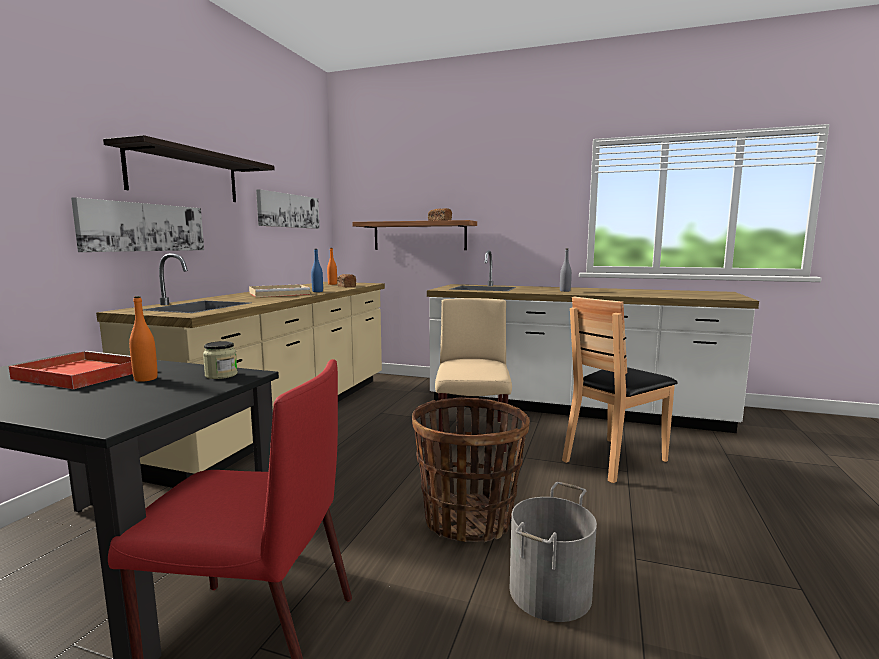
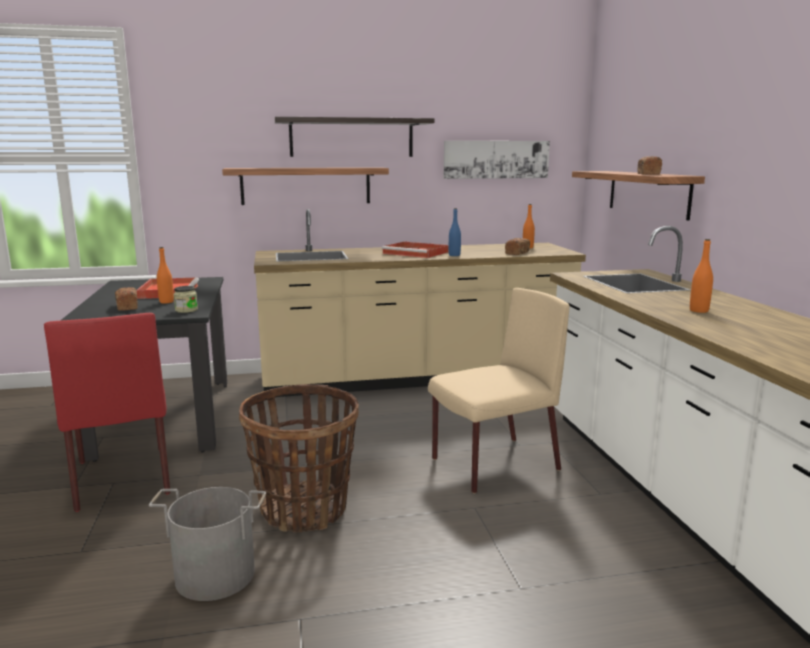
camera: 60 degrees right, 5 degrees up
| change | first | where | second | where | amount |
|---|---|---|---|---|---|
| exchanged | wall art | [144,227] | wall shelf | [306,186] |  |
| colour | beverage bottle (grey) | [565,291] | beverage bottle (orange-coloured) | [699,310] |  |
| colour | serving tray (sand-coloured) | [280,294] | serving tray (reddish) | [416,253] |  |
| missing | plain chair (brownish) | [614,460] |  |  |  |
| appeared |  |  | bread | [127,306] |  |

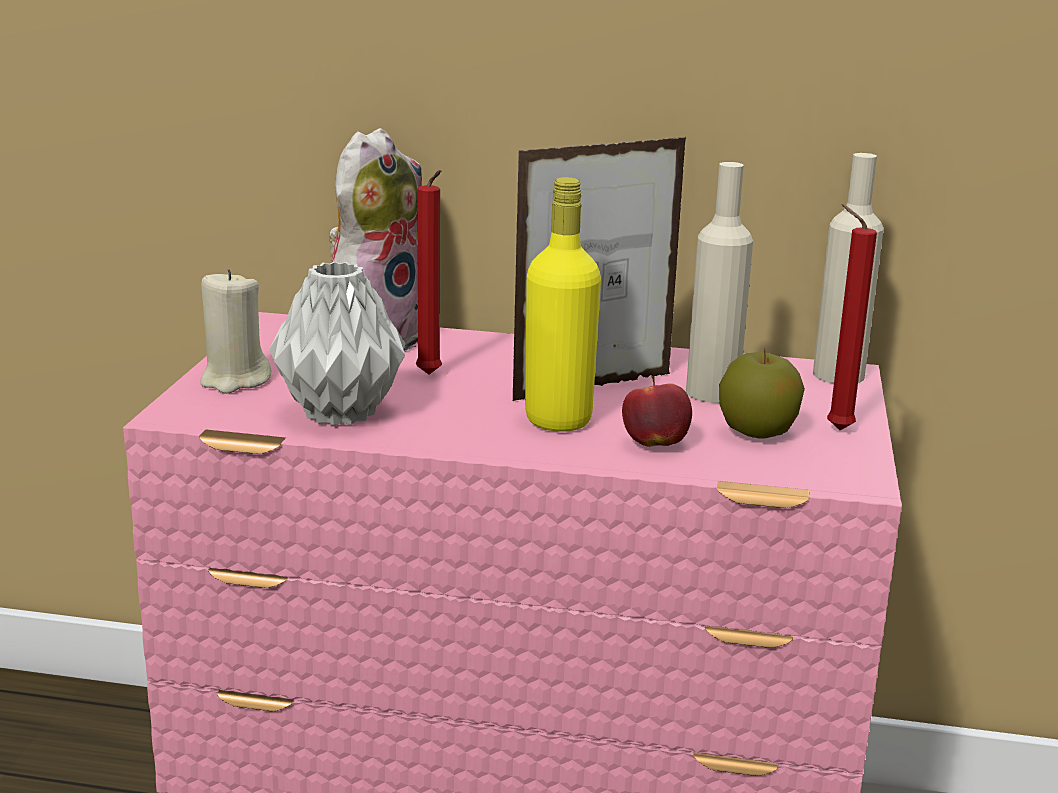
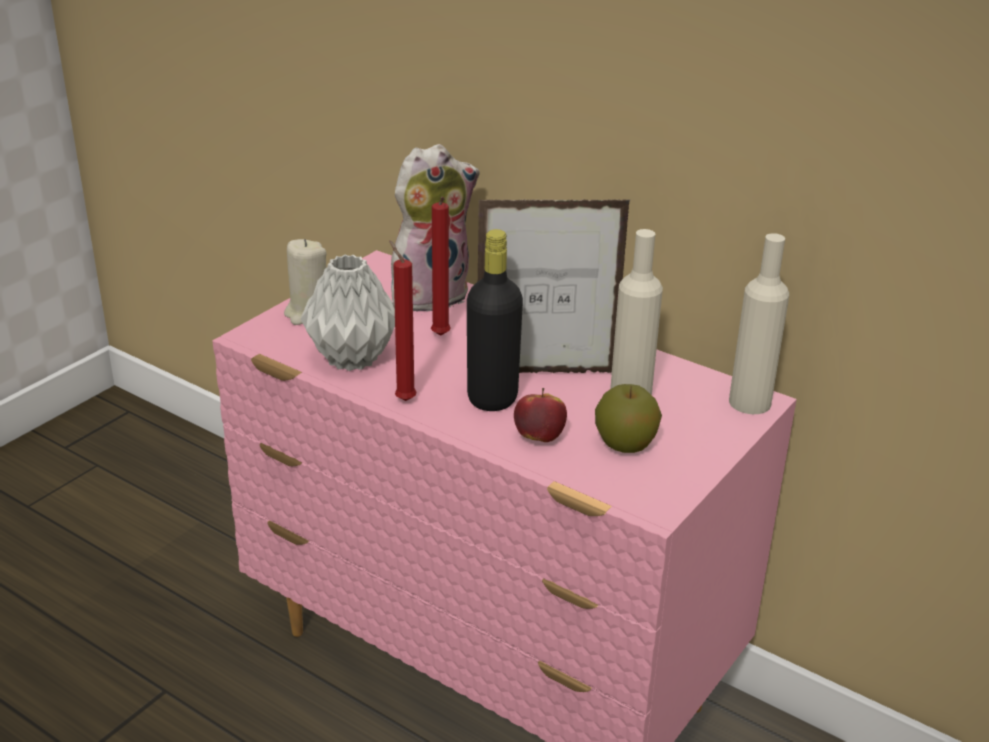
camera: 25 degrees right, 10 degrees up
| change | first | where | second | where | amount |
|---|---|---|---|---|---|
| colour | beverage bottle (yellowish) | [558,420] | beverage bottle (black-coloured) | [492,398] |  |
| relocated | candle (reddish) | [835,429] |  | [403,399] |  |

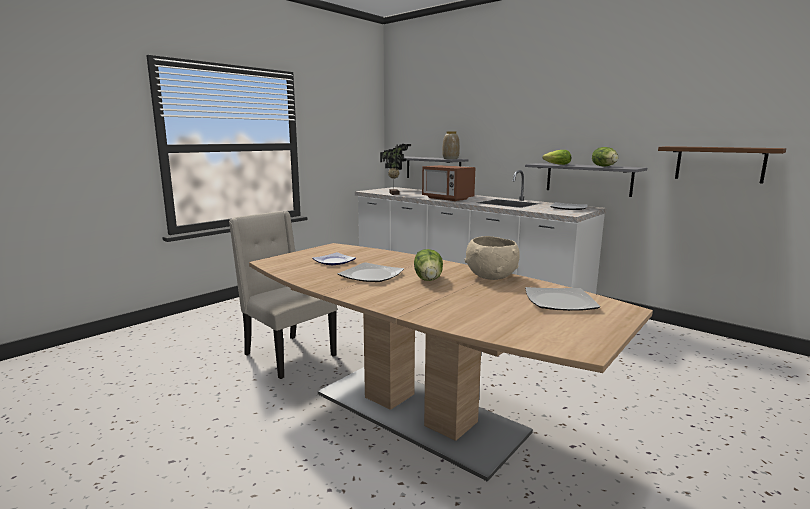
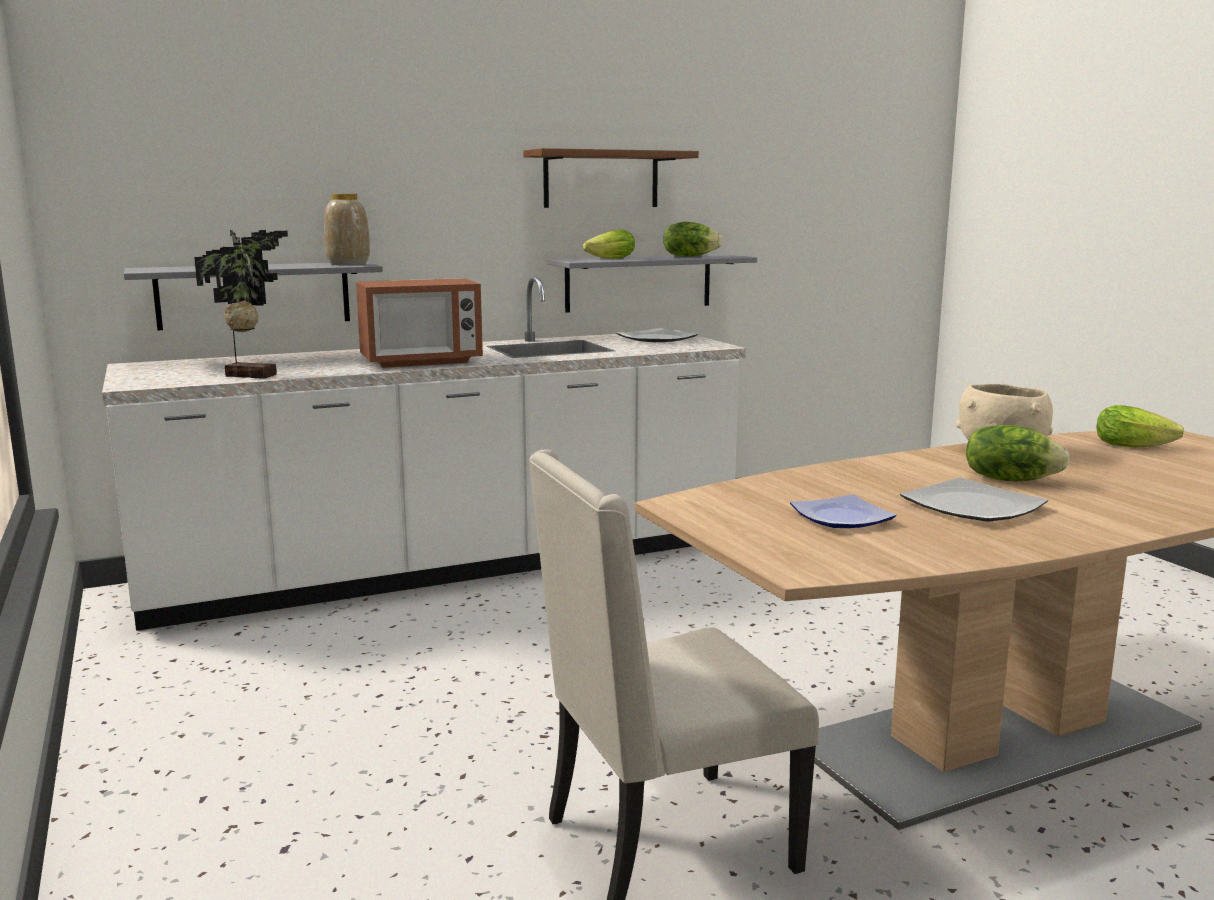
camera: 65 degrees left, 0 degrees up
| change | first | where | second | where | amount |
|---|---|---|---|---|---|
| relocated | wall shelf (brownish) | [719,164] |  | [601,179] |  |
| exchanged | plate | [560,301] | lettuce | [1137,446] |  |

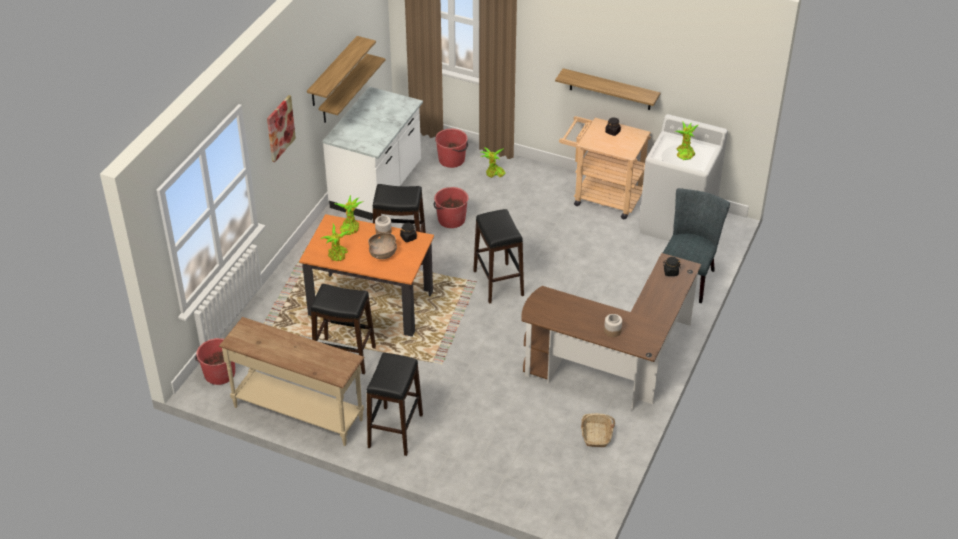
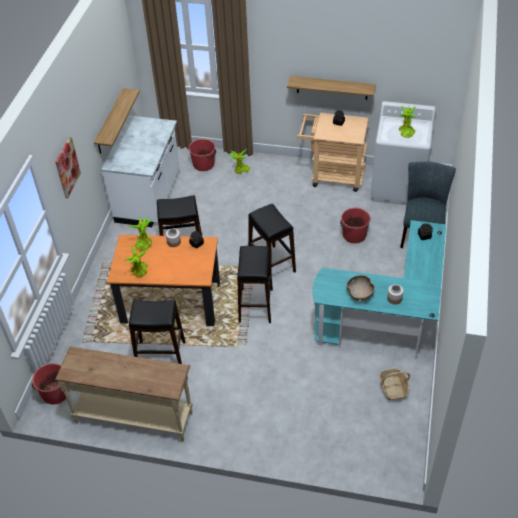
camera: 10 degrees left, 5 degrees up
| change | first | where | second | where | amount |
|---|---|---|---|---|---|
| missing | wall shelf | [333,72] |  |  |  |
| relocated | water bucket (reddish) | [451,219] |  | [354,235] |  |
| relocated | serving bowl (brownish) | [383,253] |  | [360,294] |  |
| colour | desk unit (brownish) | [615,364] | desk unit (turquoise-coloured) | [388,319] |  |
| relocated | sitting stool (black-coloured) | [395,431] |  | [256,305] |  |

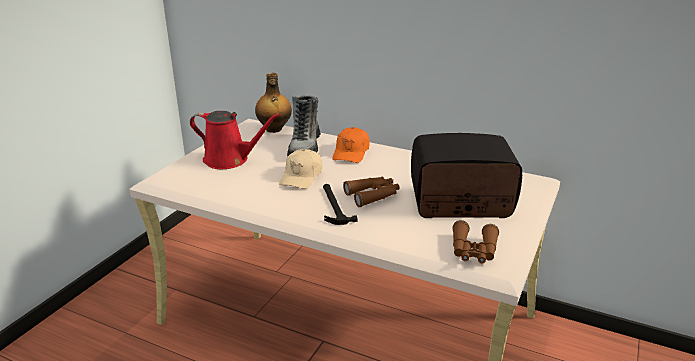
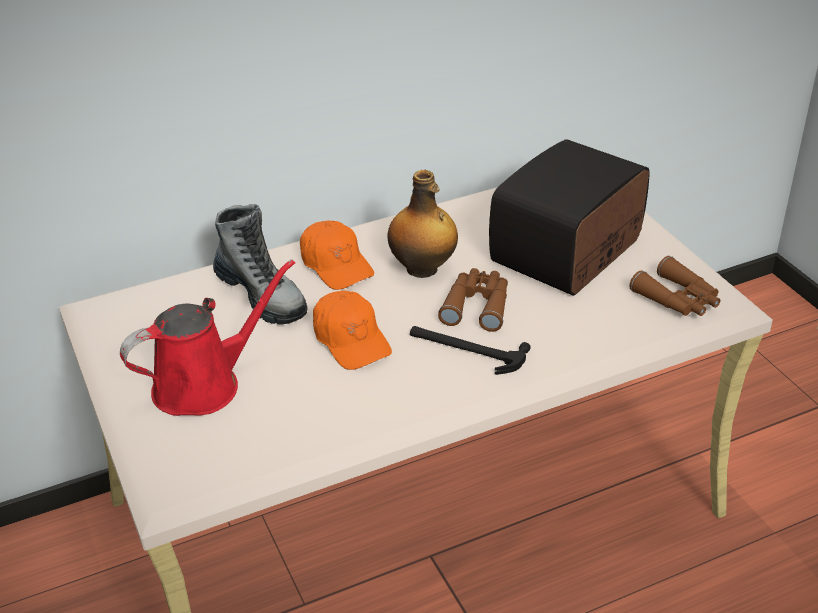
camera: 50 degrees left, 10 degrees up
| change | first | where | second | where | amount |
|---|---|---|---|---|---|
| relocated | beverage bottle | [274,129] |  | [423,269] |  |
| colour | baseball cap (sand-coloured) | [301,177] | baseball cap (orange-coloured) | [351,340] |  |

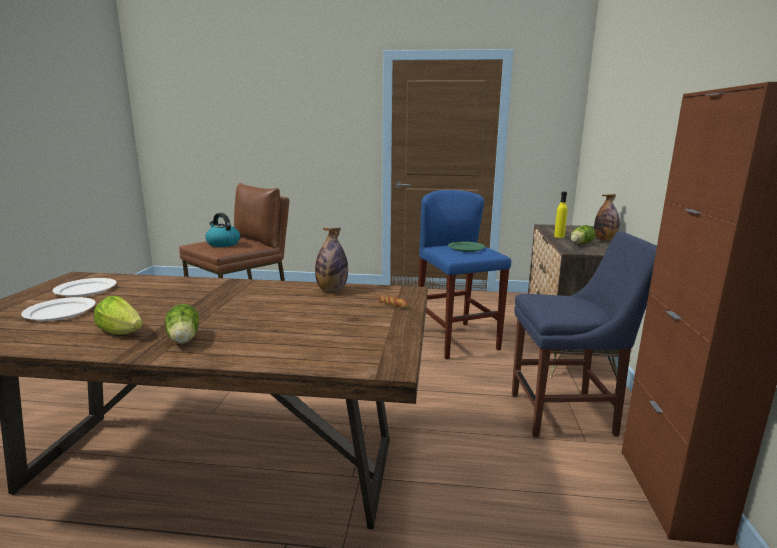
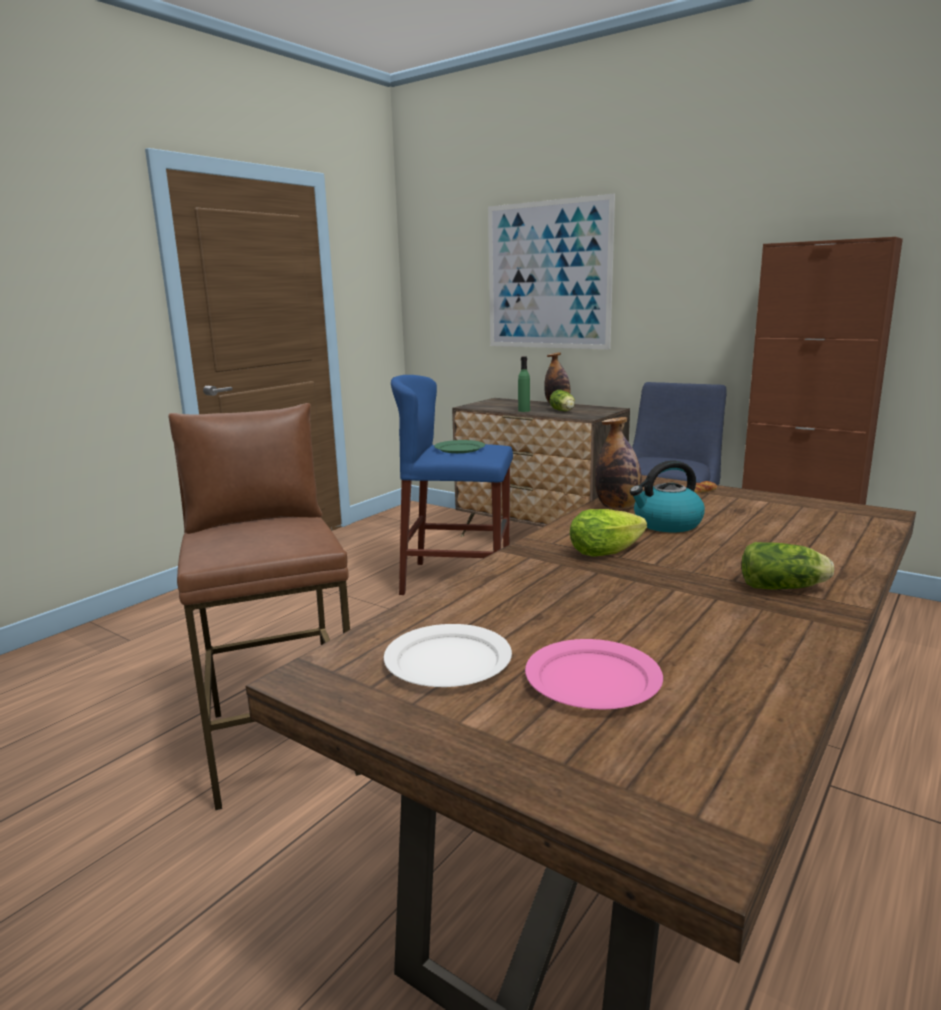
camera: 60 degrees left, 0 degrees up
| change | first | where | second | where | amount |
|---|---|---|---|---|---|
| colour | beverage bottle (yellowish) | [559,236] | beverage bottle (greenish) | [524,410] |  |
| relocated | kettle | [223,244] |  | [666,524] |  |
| relocated | lettuce | [122,332] |  | [610,550] |  |
| colour | plate (whitish) | [60,311] | plate (pink) | [591,679] |  |
| appeared |  |  | wall art | [548,276] |  |

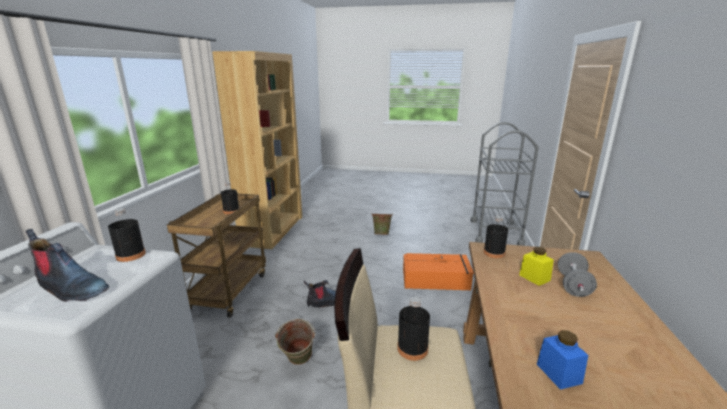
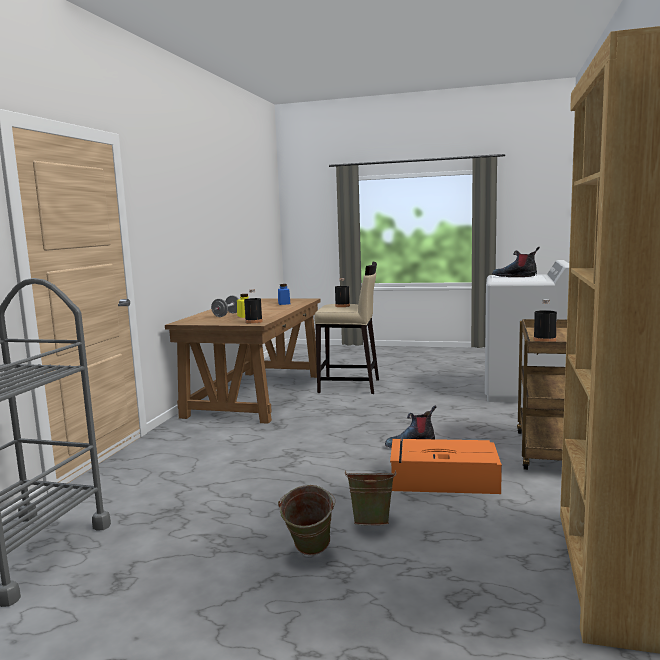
camera: 175 degrees left, 10 degrees down
| change | first | where | second | where | amount |
|---|---|---|---|---|---|
| missing | beverage bottle (black-coloured) | [131,255] |  |  |  |
| relocated | storage box (orange-coloured) | [436,279] |  | [442,479] |  |
| relocated | water bucket (greenish) | [298,363] |  | [372,523] |  |

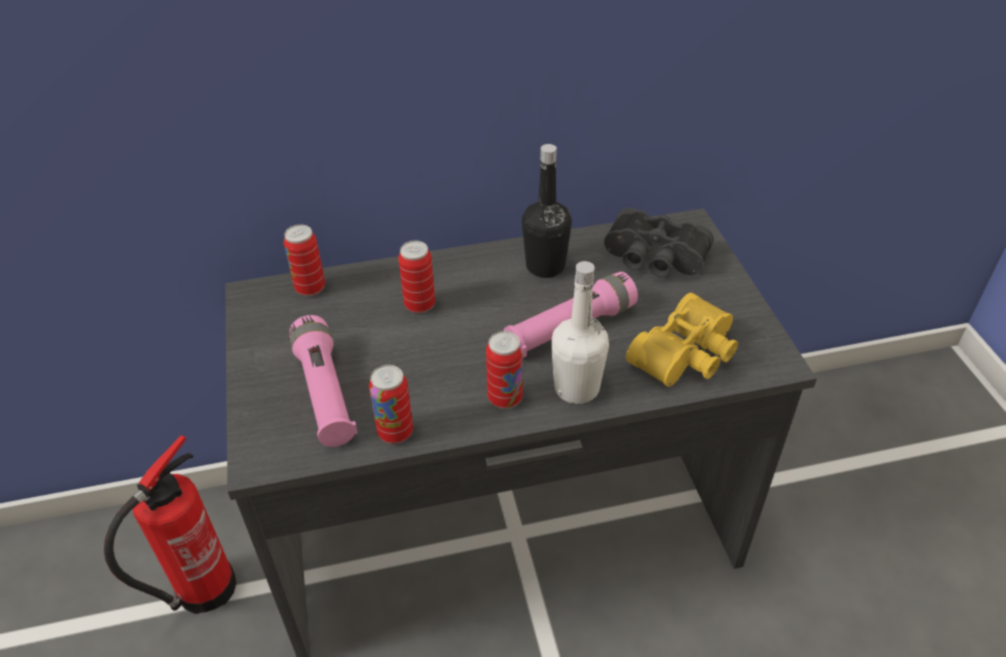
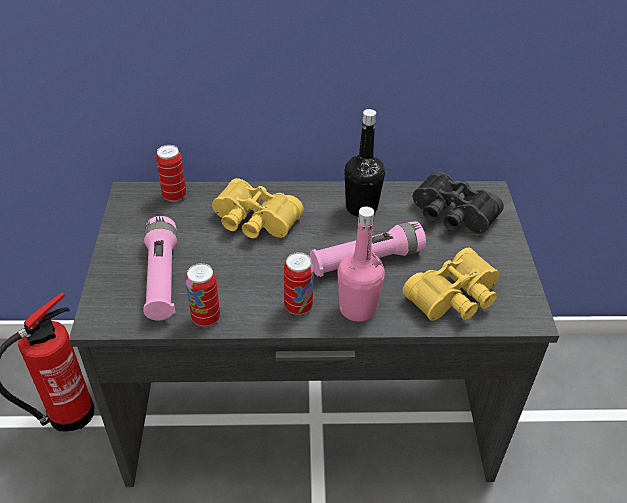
camera: 10 degrees right, 0 degrees up
| change | first | where | second | where | amount |
|---|---|---|---|---|---|
| exchanged | metal can | [420,305] | pair of binoculars (yellowish) | [254,222] |  |
| colour | beverage bottle (whitish) | [576,388] | beverage bottle (pink) | [357,308] |  |

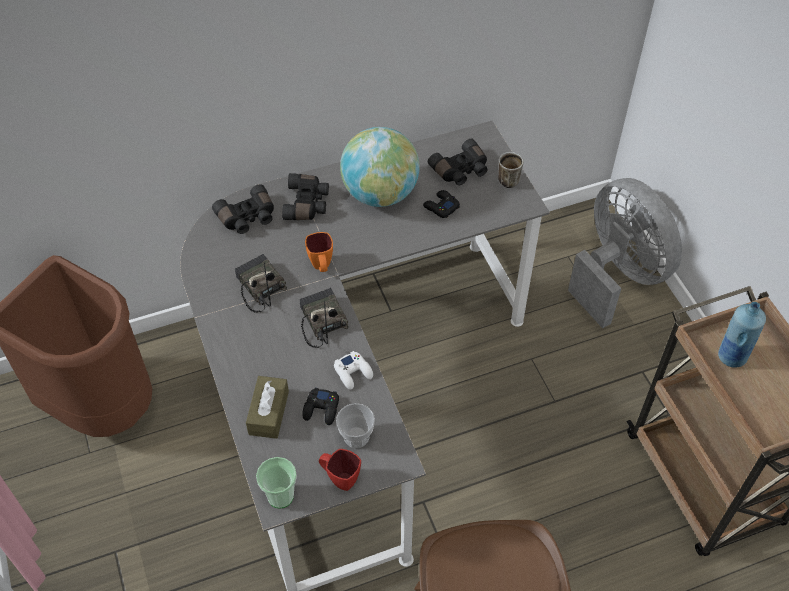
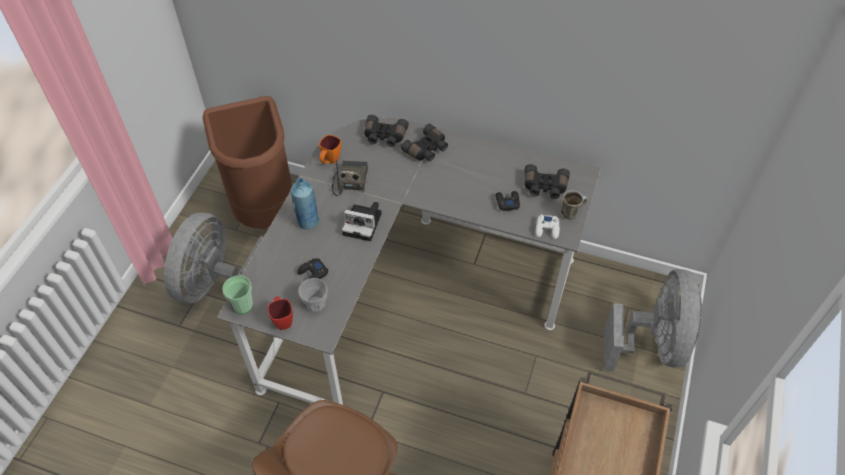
camera: 40 degrees right, 0 degrees up
| change | first | where | second | where | amount |
|---|---|---|---|---|---|
| missing | world globe | [380,193] |  |  |  |
| relocated | coffee mug (orange-coloured) | [321,267] |  | [330,161] |  |
| exchanged | radio set | [321,321] | still camera | [364,224] |  |
| relocated | beverage bottle (blue-coloured) | [731,356] |  | [308,222] |  |
| relocated | gamepad (whitish) | [353,372] |  | [547,229] |  |
| missing | box of tissues (brownish) | [268,413] |  |  |  |
| appeared |  |  | cooling fan (grey) | [218,284] |  |

